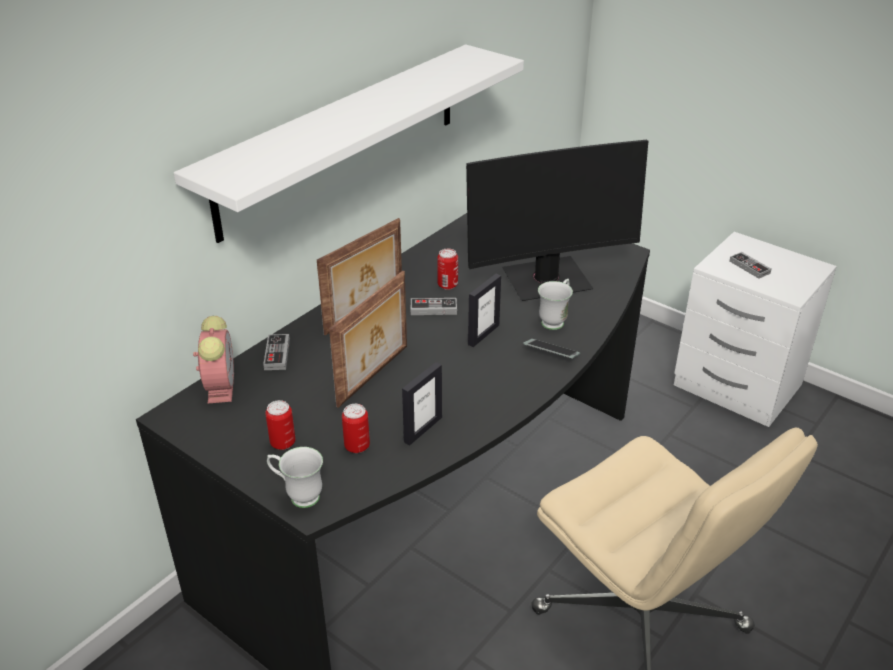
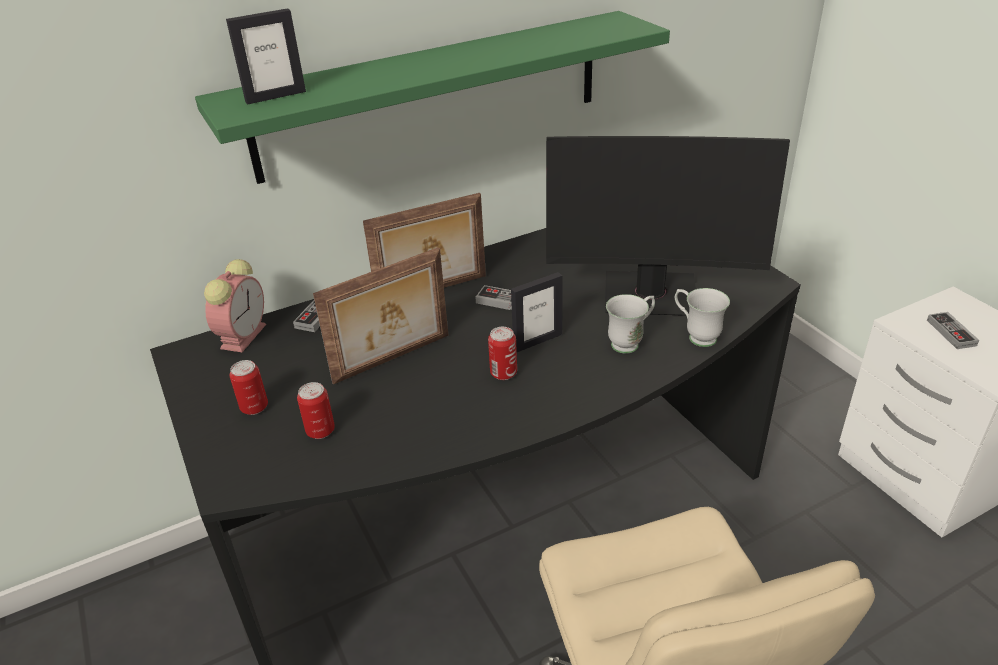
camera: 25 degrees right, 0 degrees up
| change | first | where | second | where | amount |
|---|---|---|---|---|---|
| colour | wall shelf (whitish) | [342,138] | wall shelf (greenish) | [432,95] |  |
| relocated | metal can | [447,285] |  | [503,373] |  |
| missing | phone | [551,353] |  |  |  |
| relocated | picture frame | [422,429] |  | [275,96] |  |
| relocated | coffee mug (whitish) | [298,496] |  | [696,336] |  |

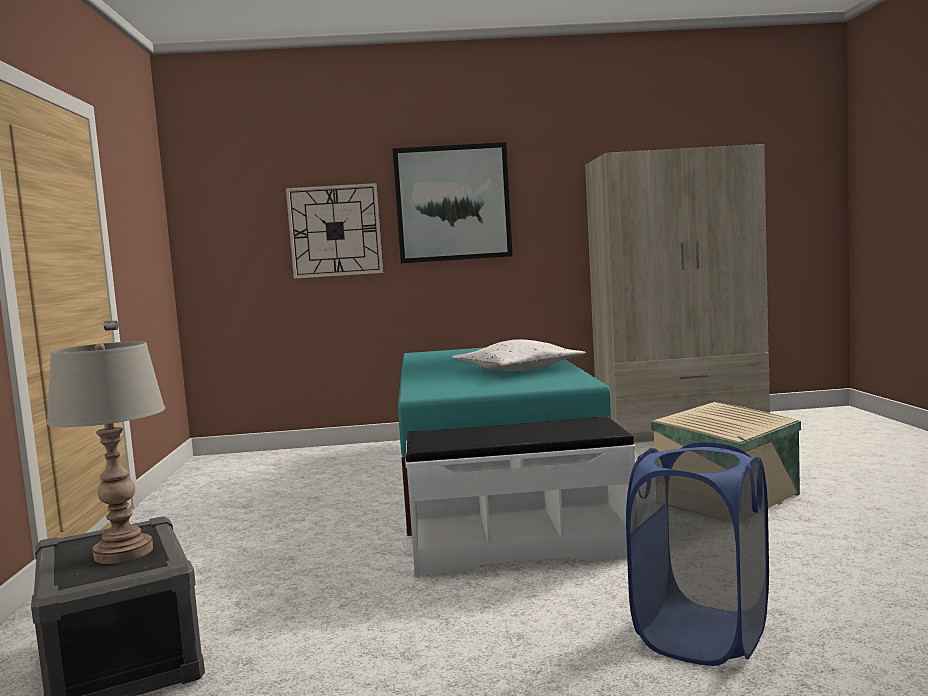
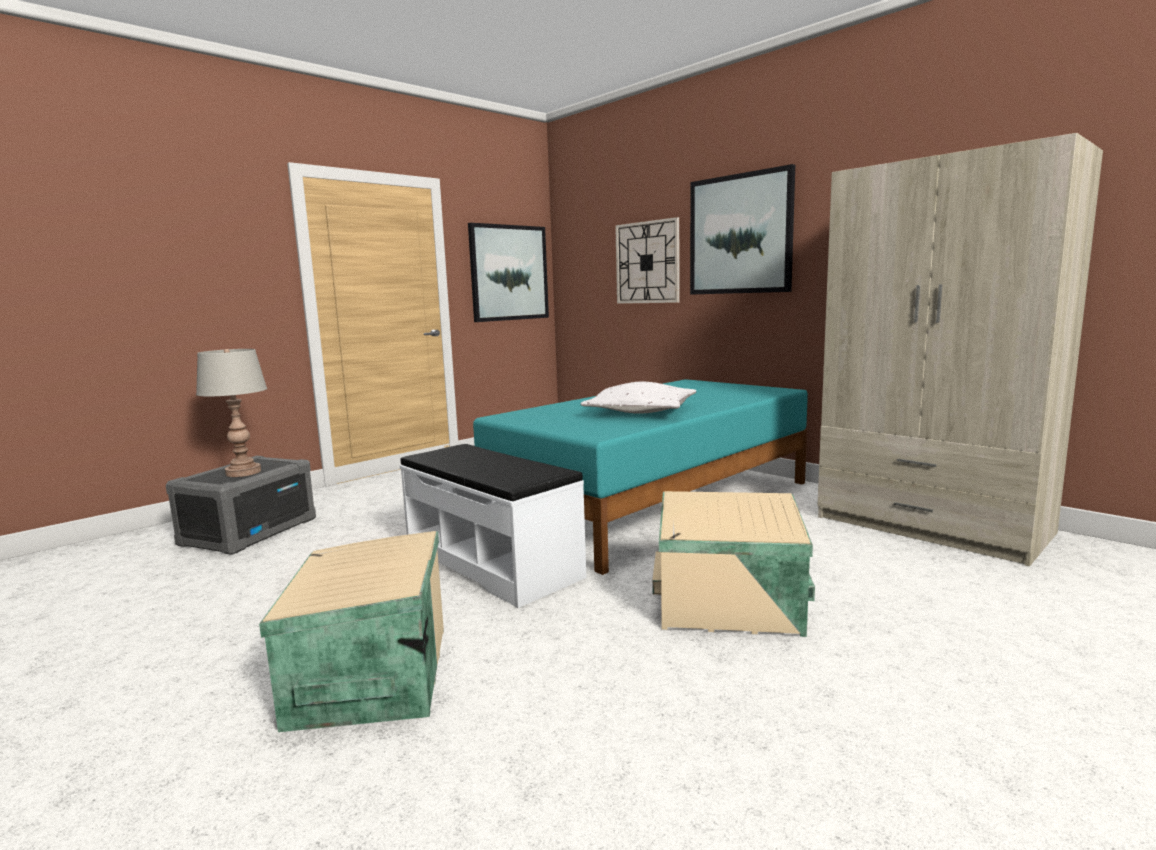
camera: 50 degrees right, 5 degrees up
| change | first | where | second | where | amount |
|---|---|---|---|---|---|
| exchanged | washing basket (blue-coloured) | [702,635] | storage box (sand-coloured) | [368,676] |  |
| appeared |  |  | wall art | [509,273] |  |

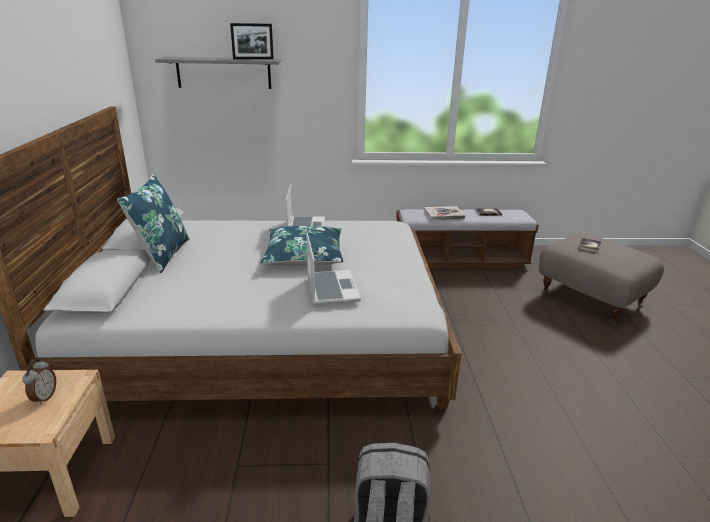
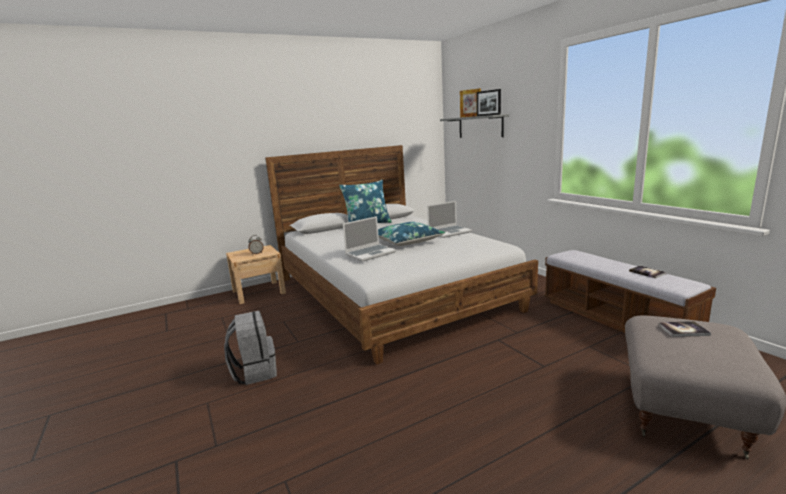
camera: 65 degrees right, 10 degrees down
| change | first | where | second | where | amount |
|---|---|---|---|---|---|
| missing | volume | [444,214] |  |  |  |
| appeared |  |  | picture frame | [470,116] |  |

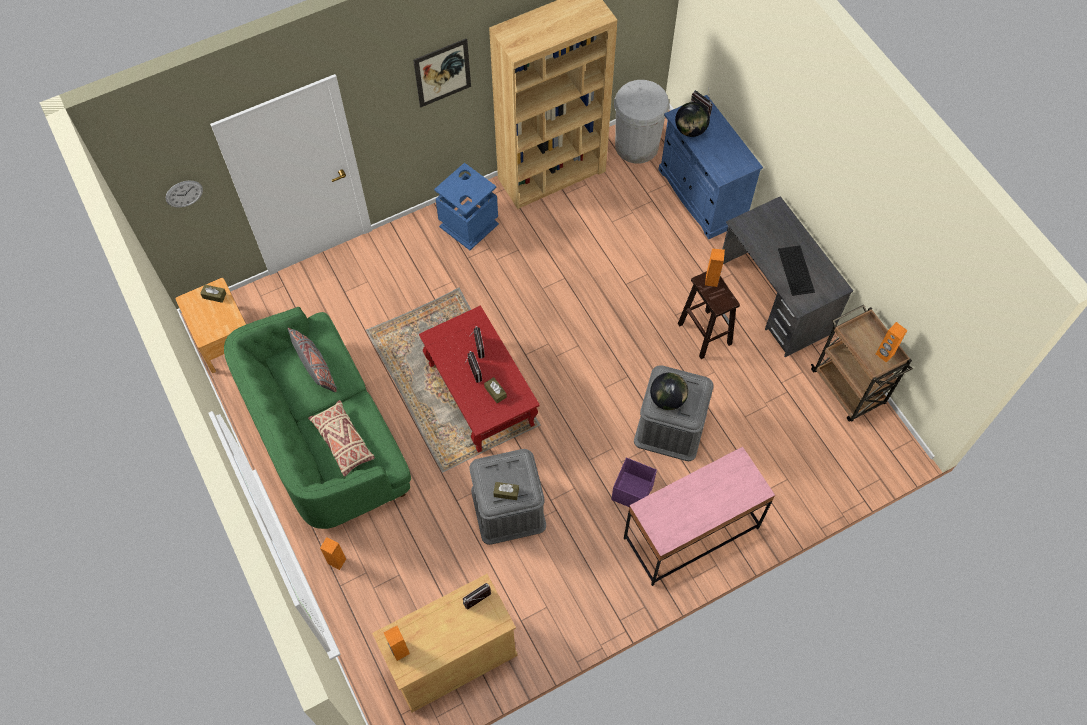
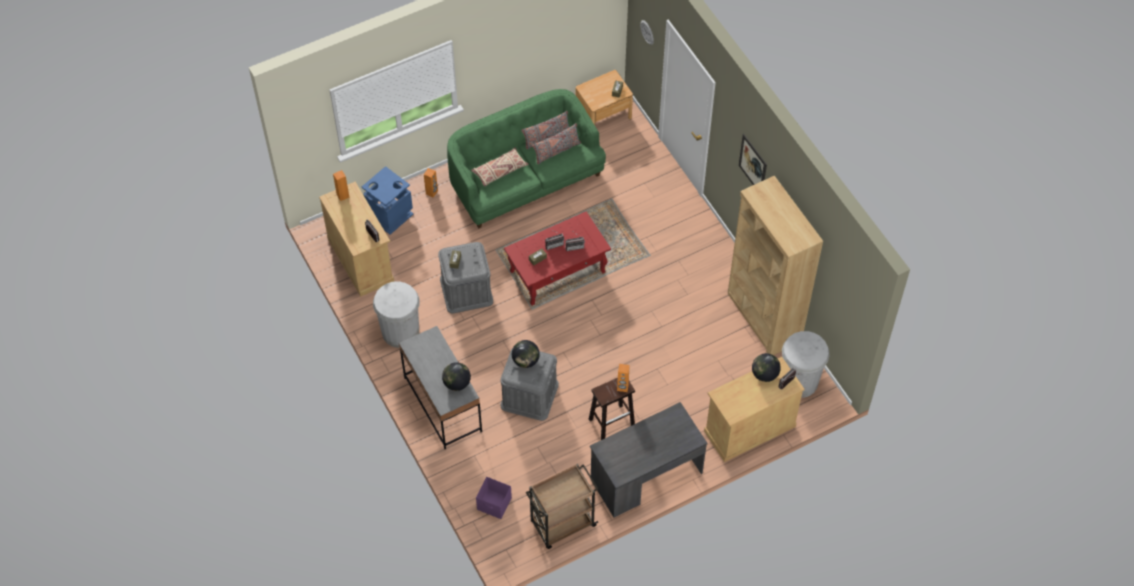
camera: 90 degrees right, 5 degrees down
| change | first | where | second | where | amount |
|---|---|---|---|---|---|
| colour | cabinet (blue-coloured) | [702,195] | cabinet (sand-coloured) | [749,428] |  |
| relocated | trash can (blue-coloured) | [469,226] |  | [389,215] |  |
| missing | keyboard | [796,270] |  |  |  |
| missing | loudspeaker (orange-coloured) | [884,354] |  |  |  |
| colour | desk unit (pink) | [691,533] | desk unit (grey) | [442,404] |  |
| relocated | storage box (purple) | [633,491] |  | [494,504] |  |
| appeared |  |  | cushion (grey) | [546,137] |  |
| appeared |  |  | trash can (whitish) | [400,331] |  |
| appeared |  |  | world globe | [457,383] |  |

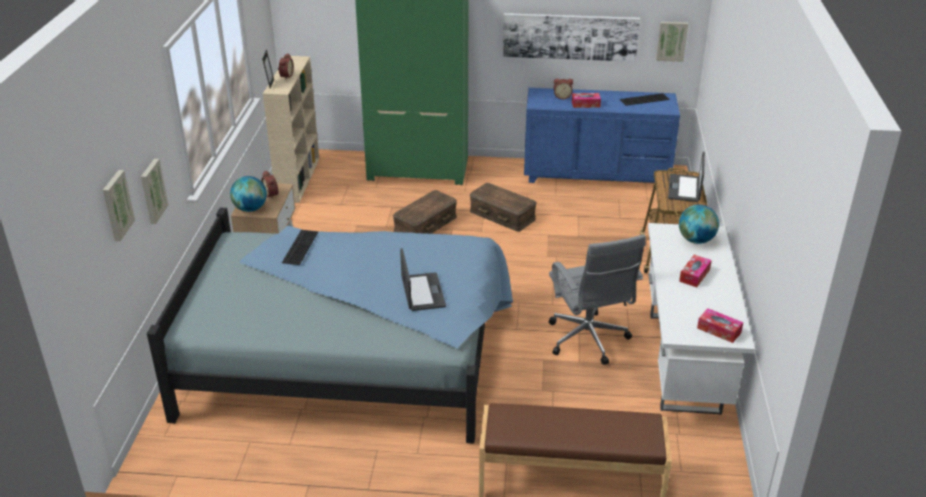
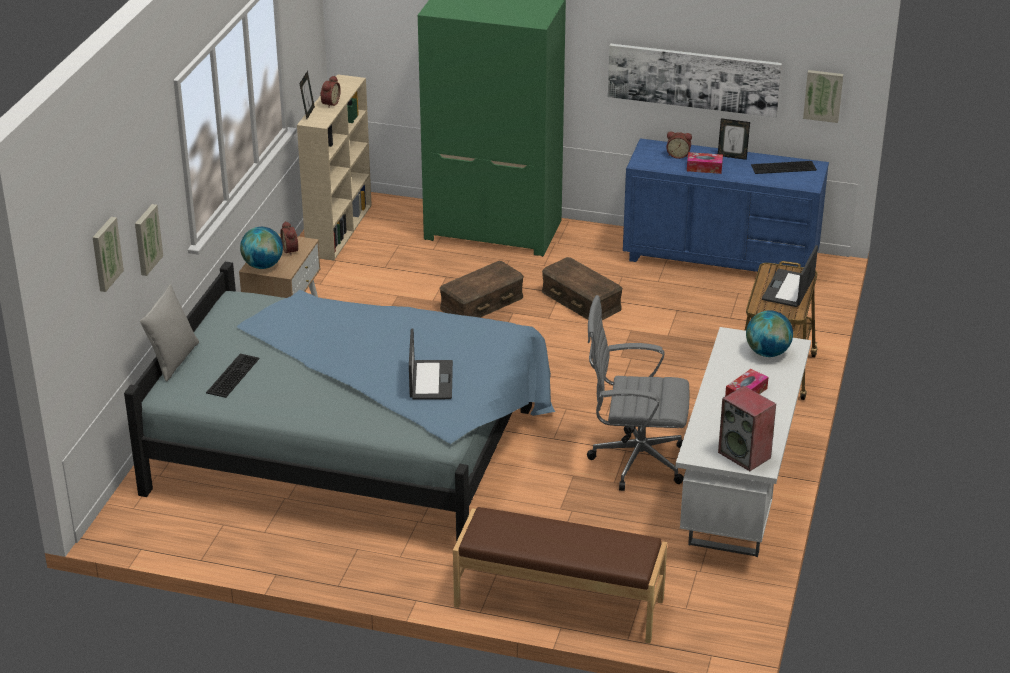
camera: 10 degrees right, 0 degrees up
| change | first | where | second | where | amount |
|---|---|---|---|---|---|
| relocated | keyboard | [299,246] |  | [232,375] |  |
| spun | office chair (grey) | [588,341] |  | [634,461] | 105 degrees clockwise |
| exchanged | box of tissues | [719,330] | loudspeaker | [745,455] |  |
| appeared |  |  | picture frame | [732,156] |  |
| appeared |  |  | cushion (grey) | [173,360] |  |

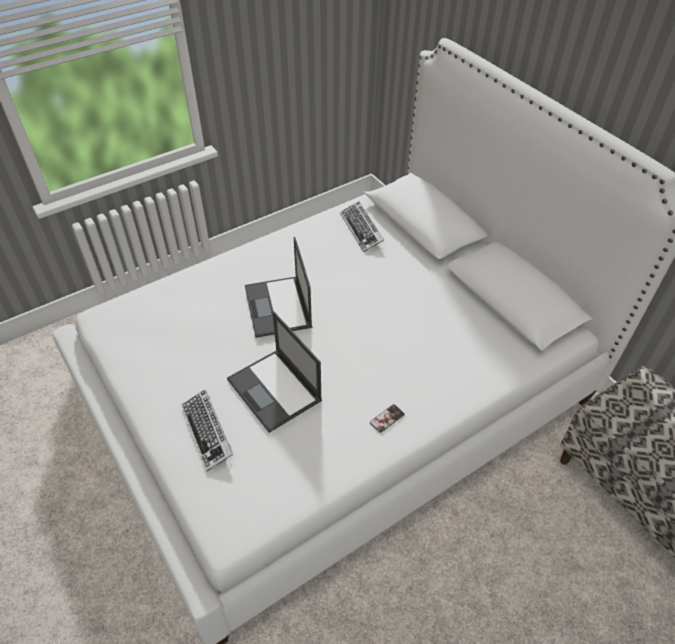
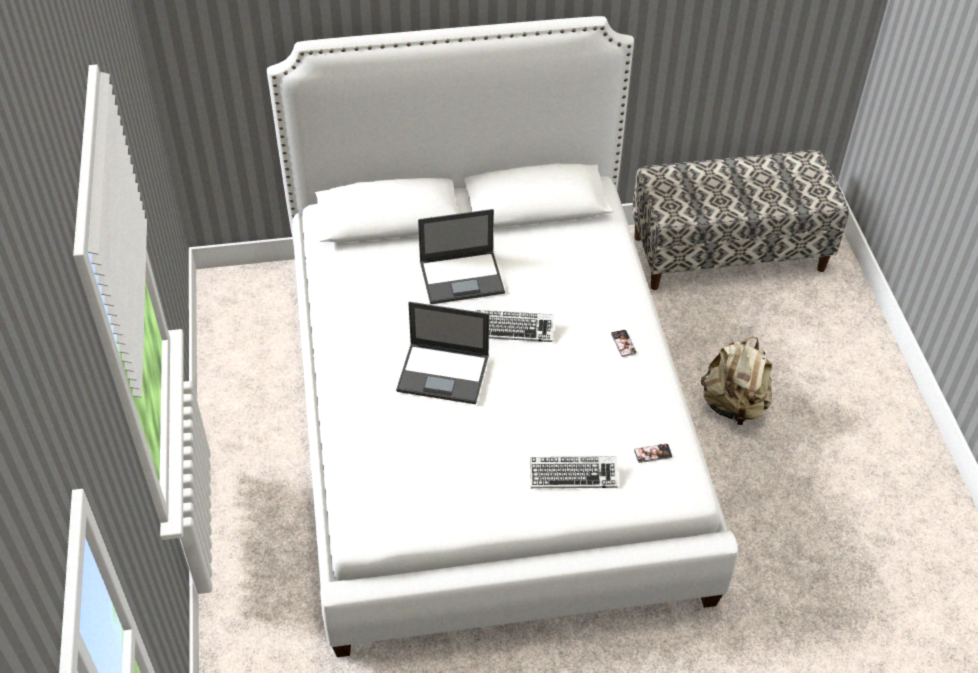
camera: 65 degrees left, 0 degrees up
| change | first | where | second | where | amount |
|---|---|---|---|---|---|
| relocated | keyboard | [361,229] |  | [513,329] |  |
| relocated | portable computer | [275,391] |  | [463,277] |  |
| appeared |  |  | knapsack (sand-coloured) | [733,406] |  |
| appeared |  |  | phone | [653,453] |  |

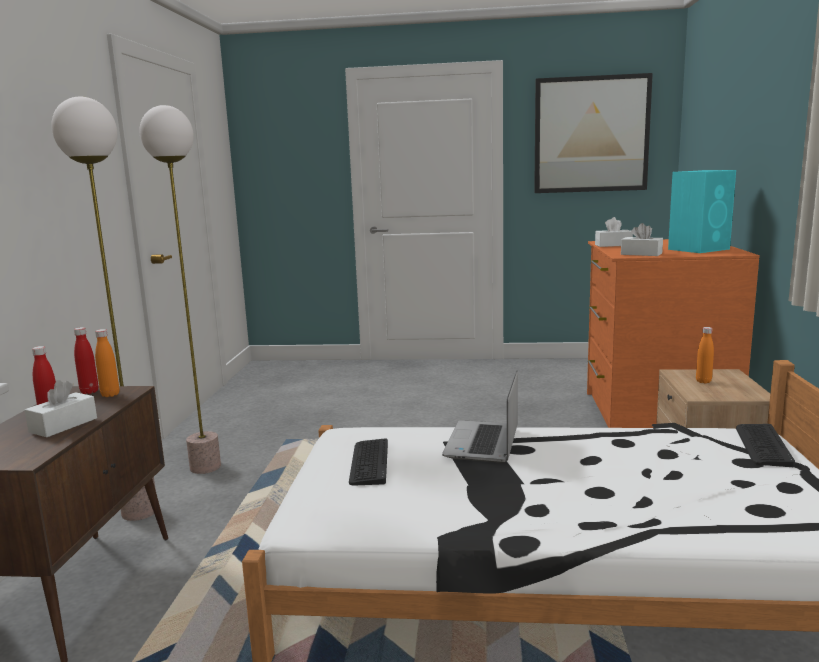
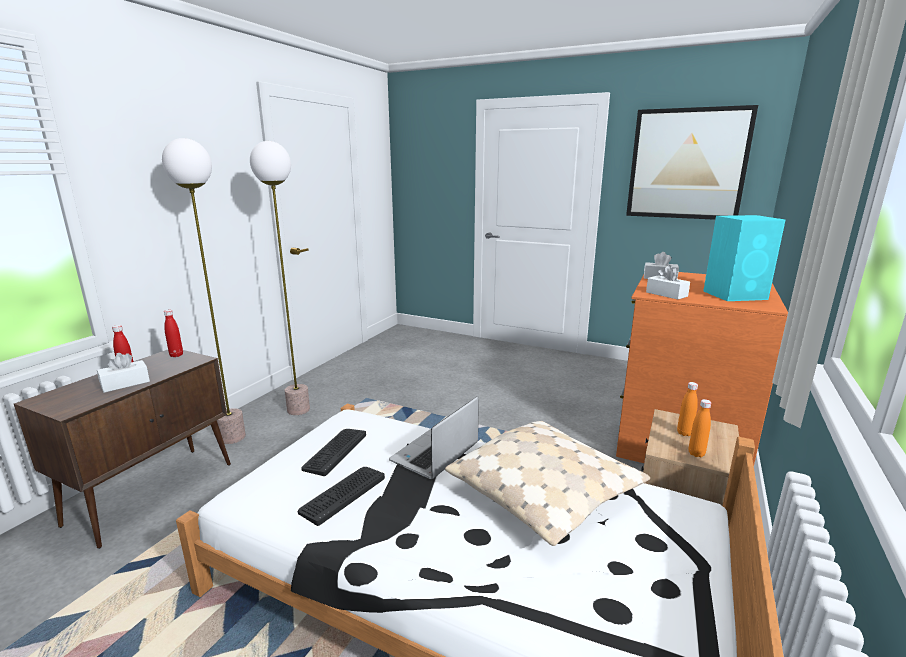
camera: 20 degrees right, 5 degrees up
| change | first | where | second | where | amount |
|---|---|---|---|---|---|
| relocated | beverage bottle (orange-coloured) | [110,394] |  | [696,453] |  |
| relocated | keyboard | [762,445] |  | [342,494] |  |
| appeared |  |  | cushion (sand-coloured) | [545,493] |  |

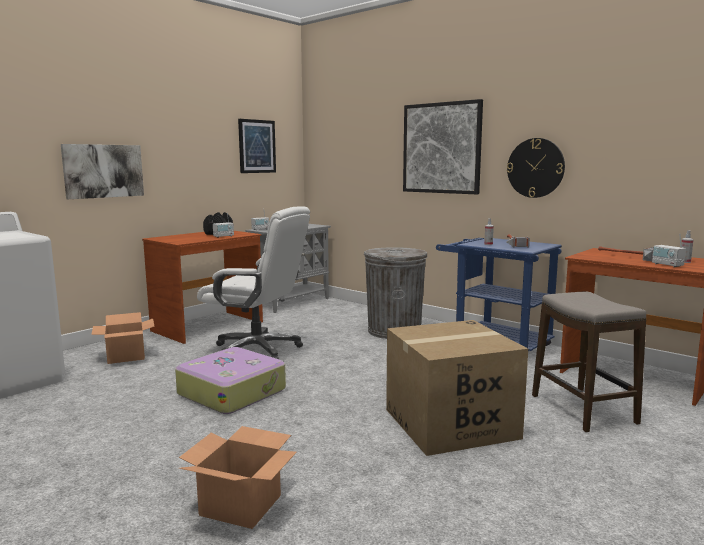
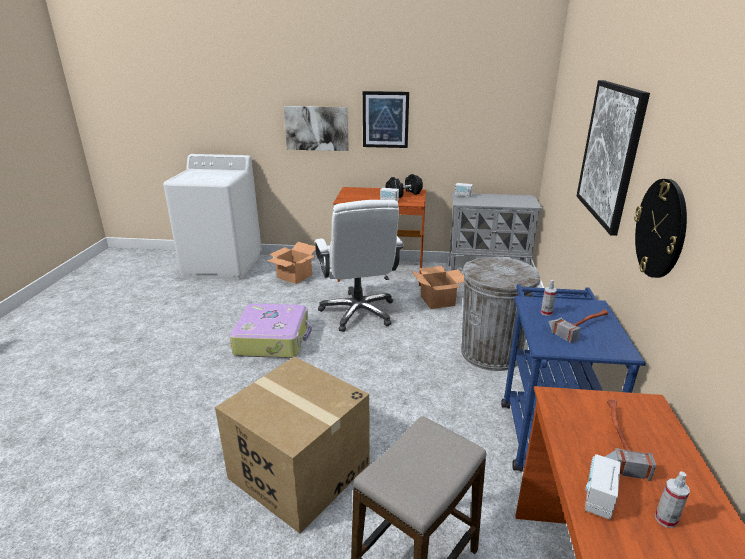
camera: 55 degrees right, 15 degrees up
| change | first | where | second | where | amount |
|---|---|---|---|---|---|
| relocated | wall art | [257,146] |  | [385,119] |  |
| relocated | cardboard box | [239,505] |  | [437,300] |  |

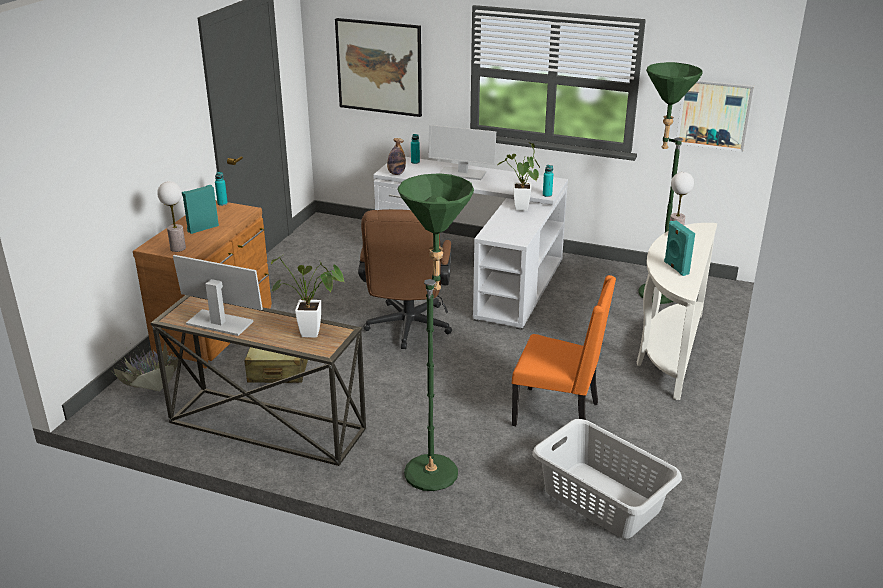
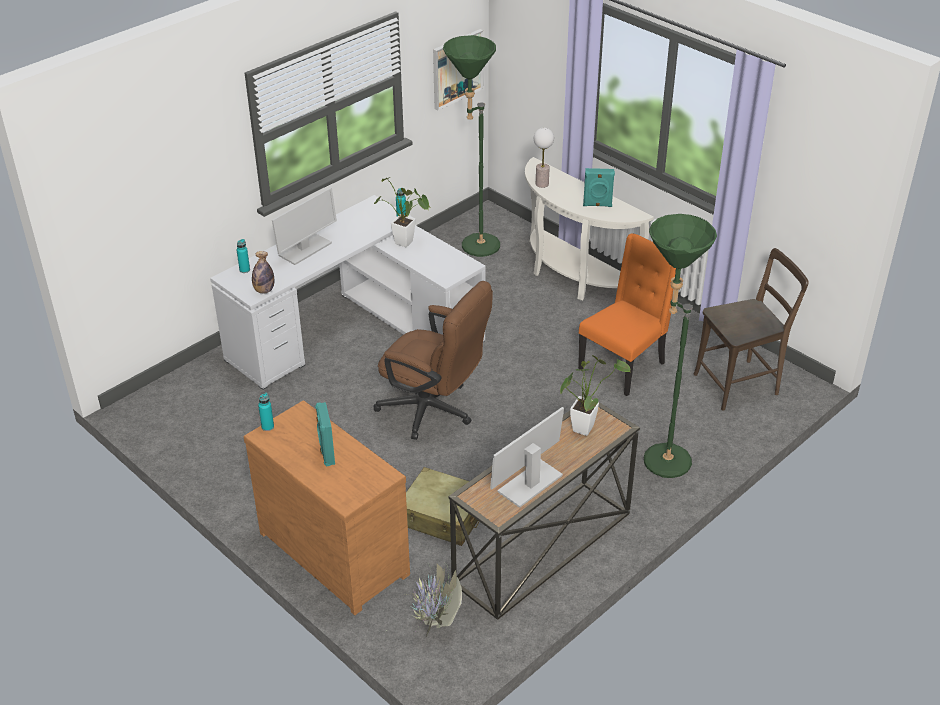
camera: 65 degrees left, 10 degrees up
| change | first | where | second | where | amount |
|---|---|---|---|---|---|
| missing | wall art | [379,67] |  |  |  |
| missing | table lamp | [178,248] |  |  |  |
| exchanged | washing basket (grey) | [601,500] | plain chair (brownish) | [740,383] |  |

